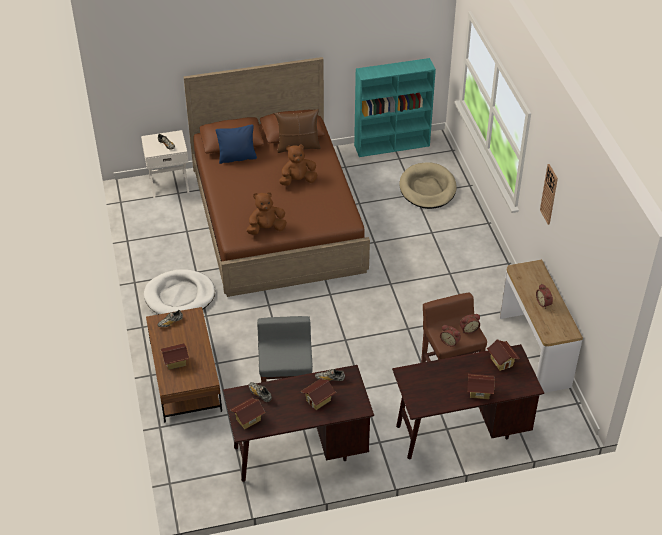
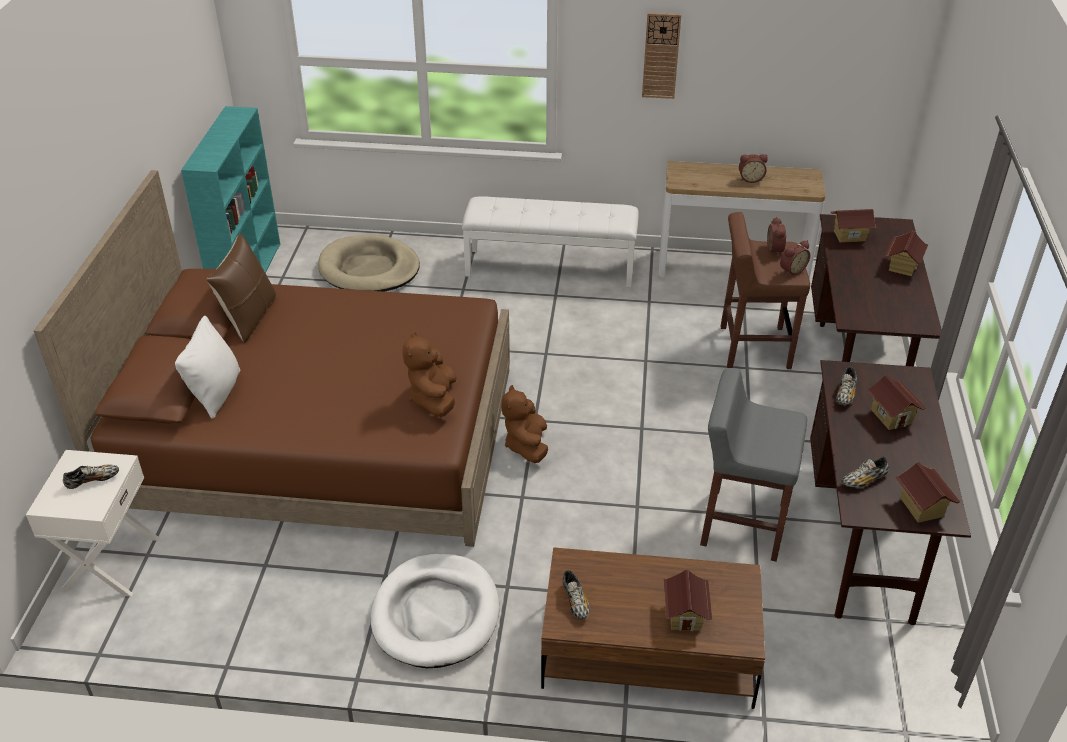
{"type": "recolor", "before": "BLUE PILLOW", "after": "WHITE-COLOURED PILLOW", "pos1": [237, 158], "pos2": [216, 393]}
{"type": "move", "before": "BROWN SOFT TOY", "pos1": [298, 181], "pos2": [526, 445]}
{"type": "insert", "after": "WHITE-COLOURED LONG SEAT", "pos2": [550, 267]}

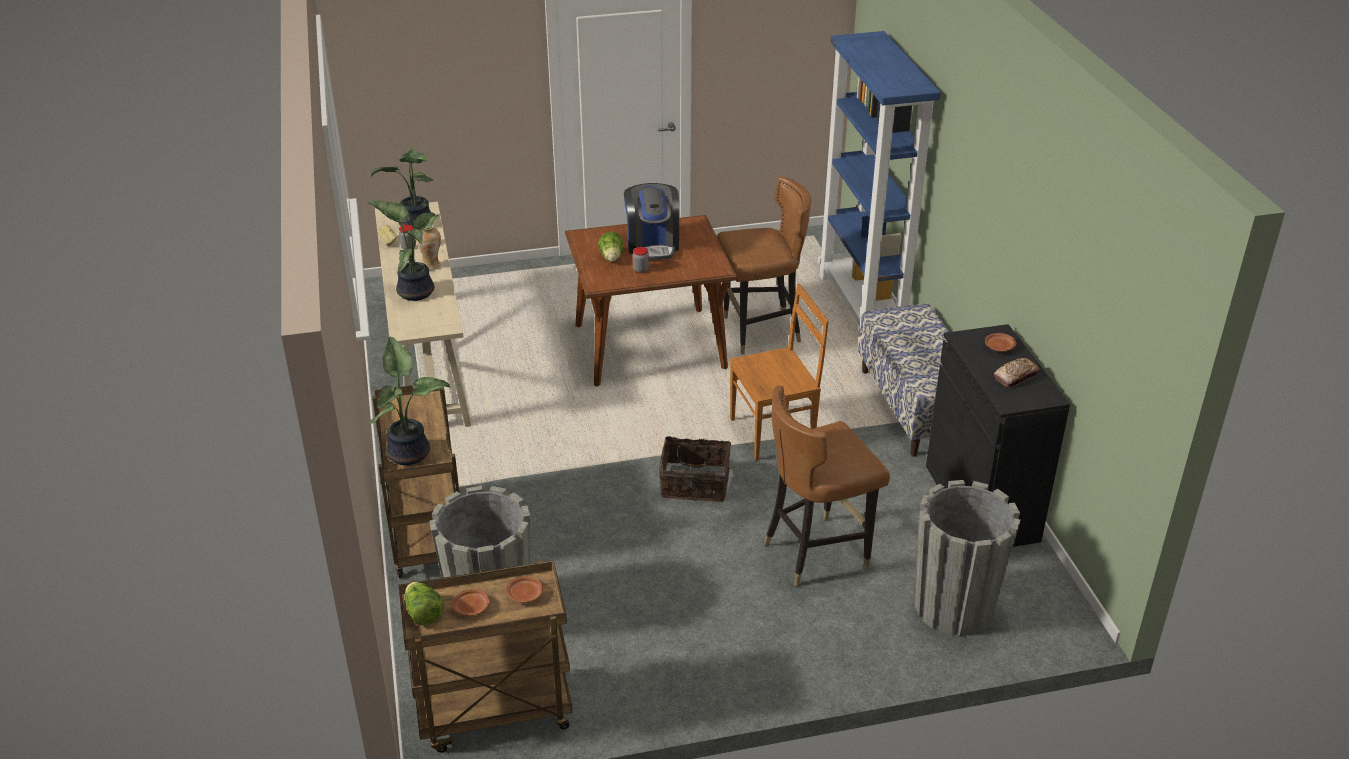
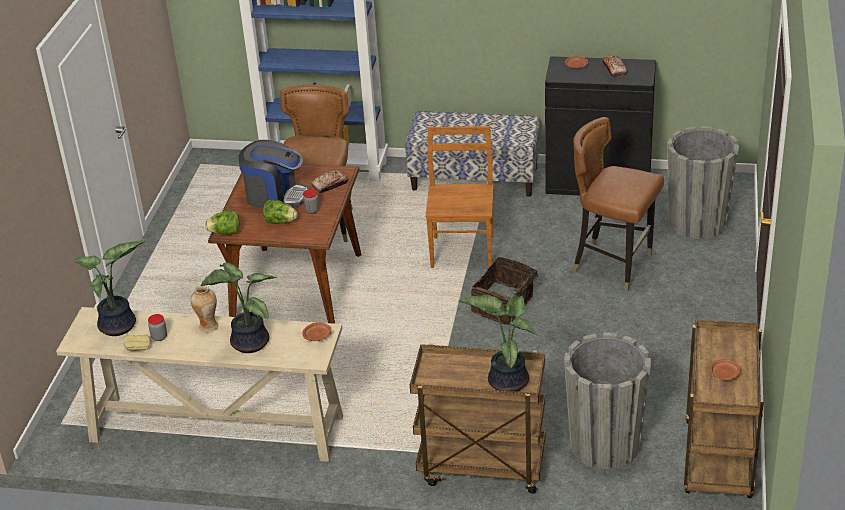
{"type": "rotate", "before": "BROWN UPRIGHT CHAIR", "pos1": [816, 552], "pos2": [613, 266], "turn": 120}
{"type": "move", "before": "BROWN DINNER PLATE", "pos1": [525, 595], "pos2": [317, 336]}
{"type": "move", "before": "LETTUCE", "pos1": [423, 614], "pos2": [225, 233]}
{"type": "insert", "after": "BAKED BREAD", "pos2": [330, 185]}

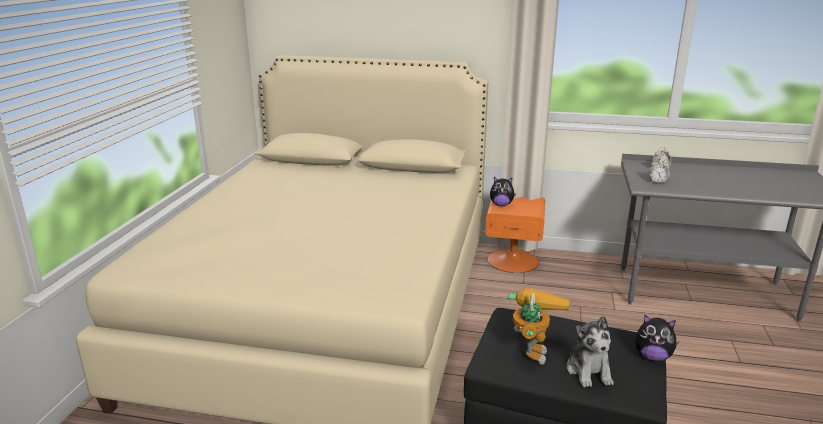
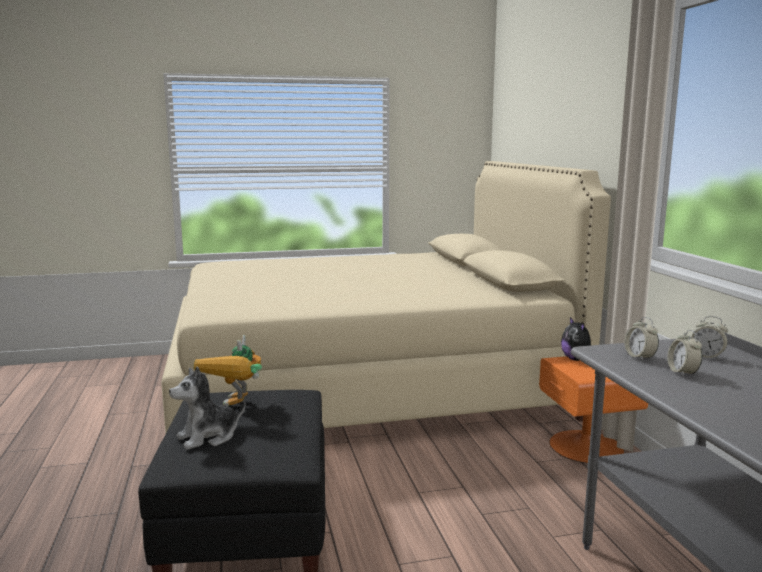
{"type": "rotate", "before": "ROBOT FIGURE", "pos1": [531, 348], "pos2": [237, 408], "turn": 105}
{"type": "delete", "before": "SOFT TOY", "pos1": [652, 356]}
{"type": "insert", "after": "ALARM CLOCK", "pos2": [682, 373]}

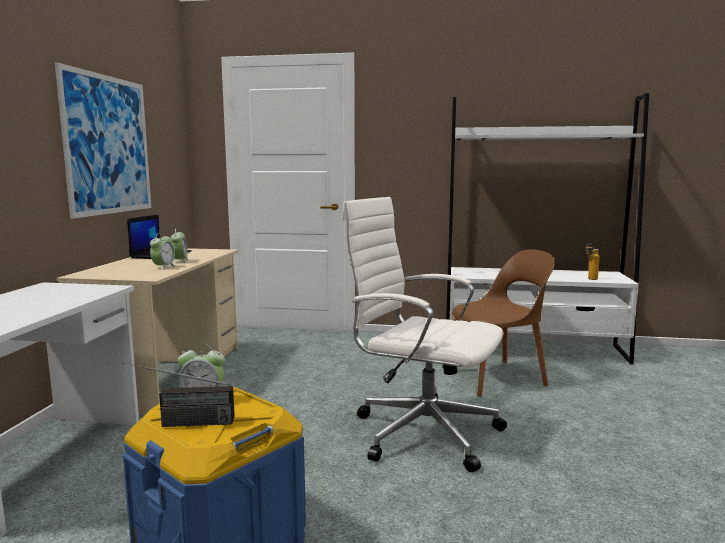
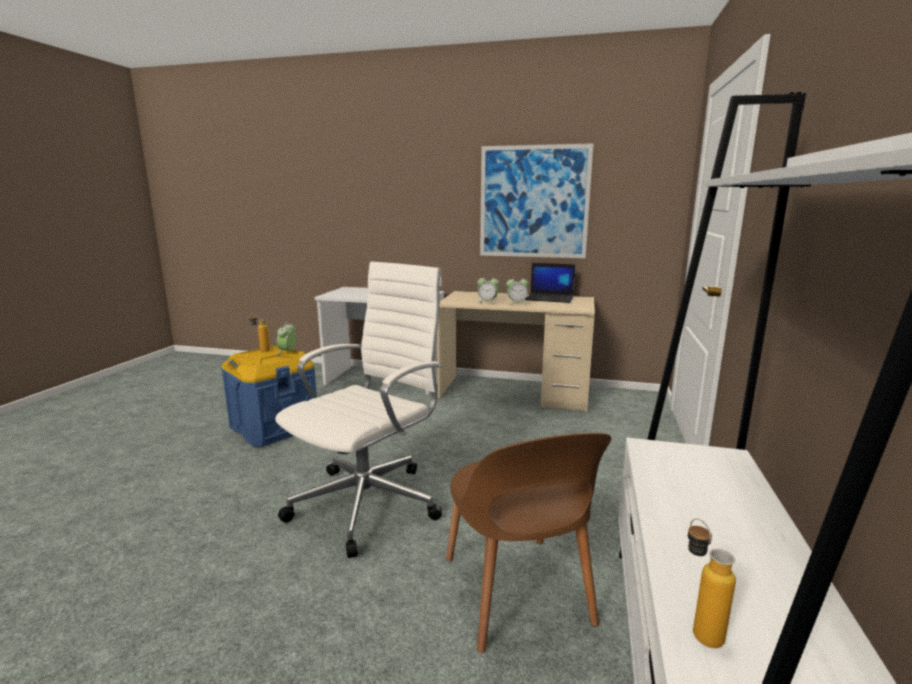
{"type": "replace", "before": "RADIO", "after": "BOTTLE", "pos1": [179, 423], "pos2": [261, 350]}

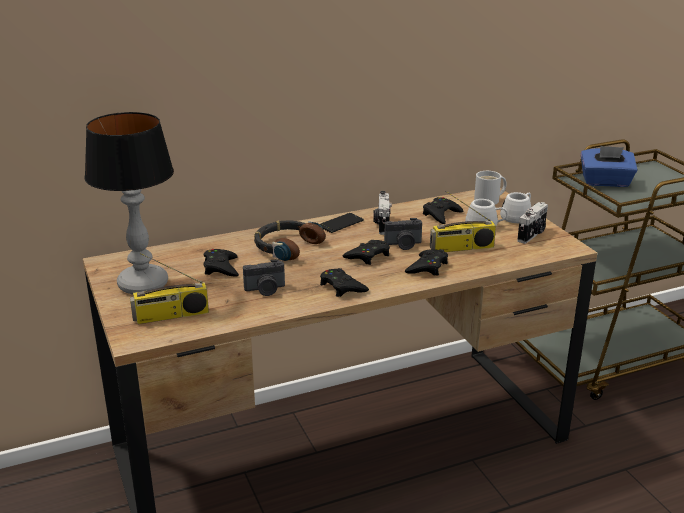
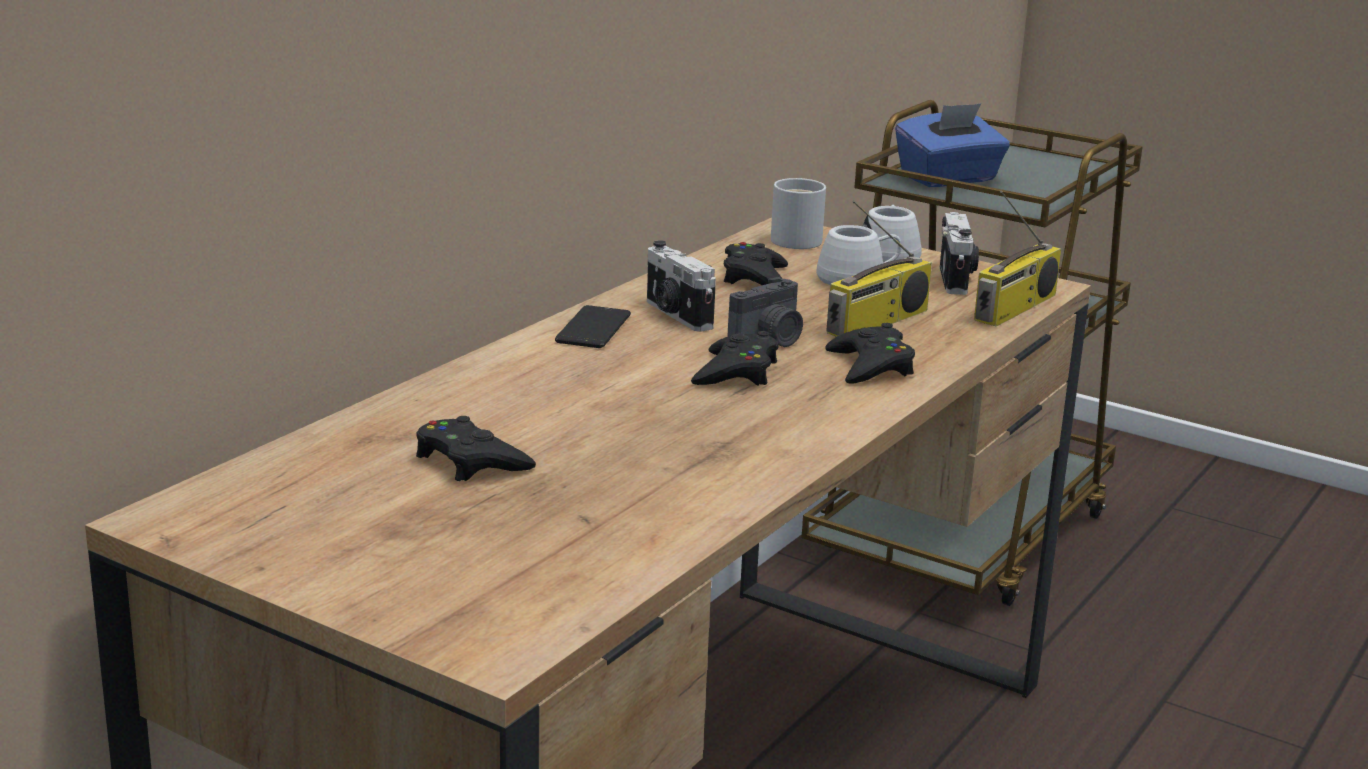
{"type": "delete", "before": "TABLETOP LAMP", "pos1": [144, 285]}
{"type": "delete", "before": "HEADPHONES", "pos1": [287, 246]}
{"type": "move", "before": "RADIO", "pos1": [171, 316], "pos2": [1015, 309]}
{"type": "delete", "before": "STILL CAMERA", "pos1": [265, 290]}
{"type": "delete", "before": "BLACK GAME CONTROLLER", "pos1": [342, 287]}

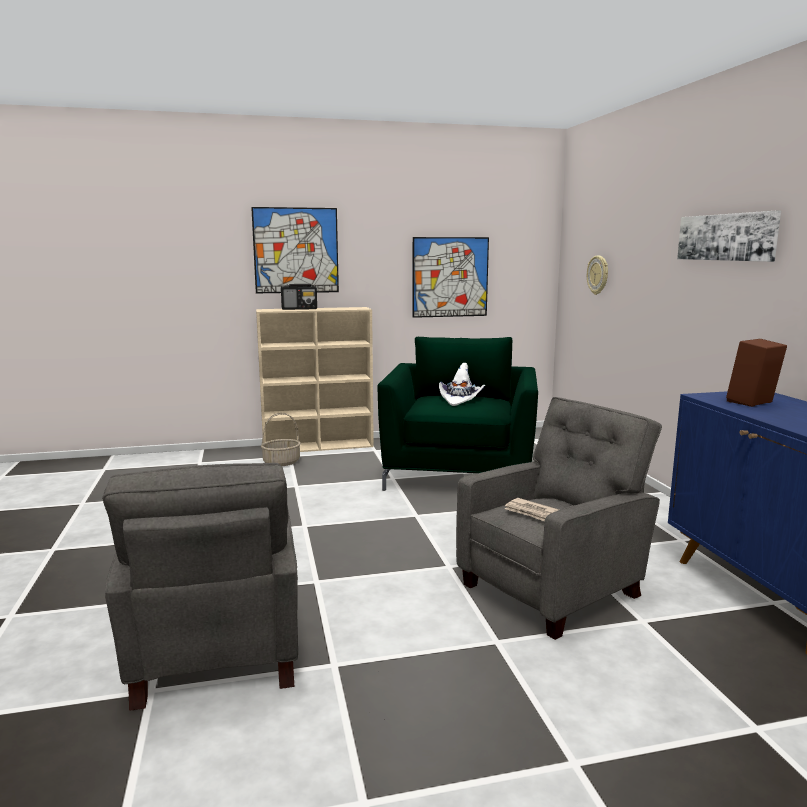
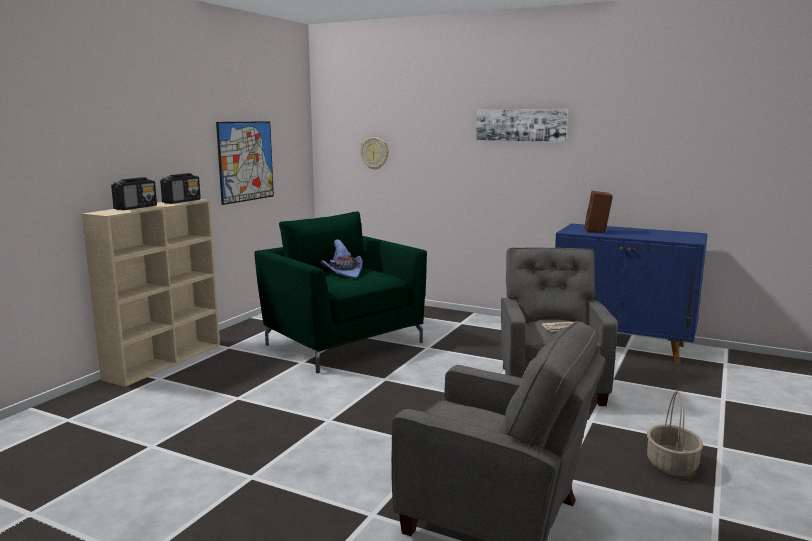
{"type": "delete", "before": "WALL PICTURE", "pos1": [296, 250]}
{"type": "recolor", "before": "WHITE-COLOURED WEARABLE HAT", "after": "PURPLE WEARABLE HAT", "pos1": [460, 399], "pos2": [343, 273]}
{"type": "move", "before": "HOUSEHOLD BASKET", "pos1": [282, 462], "pos2": [671, 464]}
{"type": "insert", "after": "RADIO", "pos2": [182, 201]}

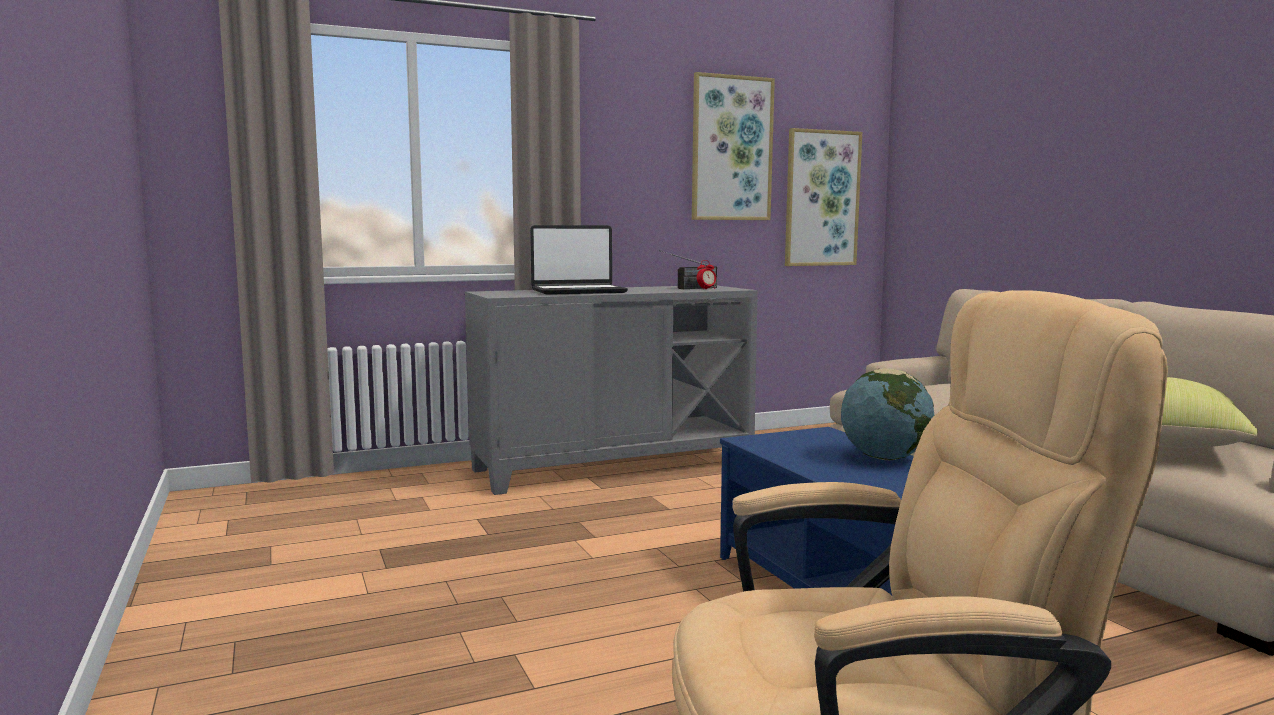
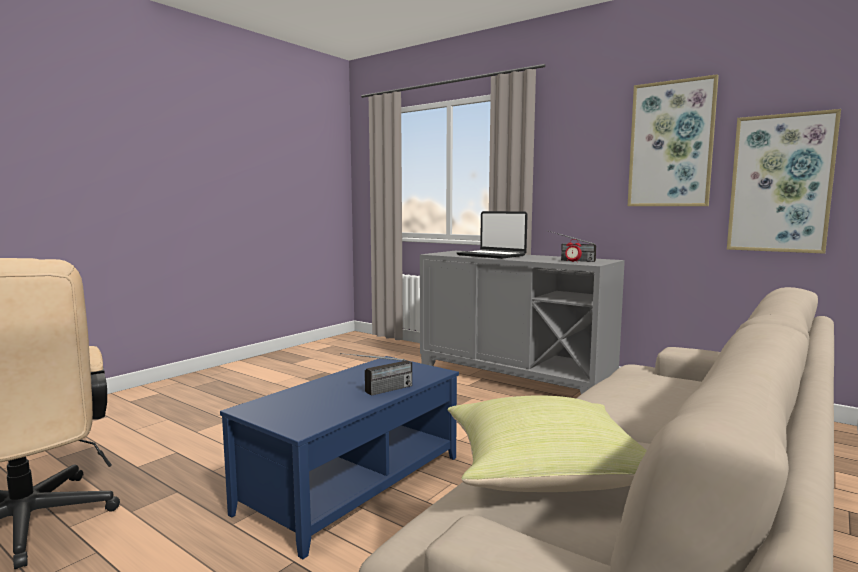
{"type": "replace", "before": "GLOBE", "after": "RADIO", "pos1": [884, 457], "pos2": [378, 392]}

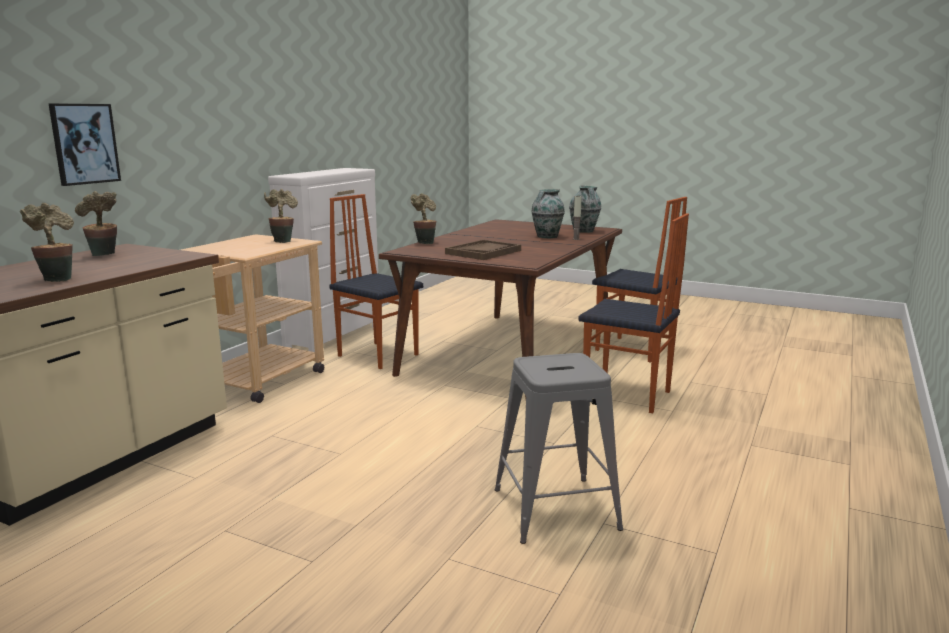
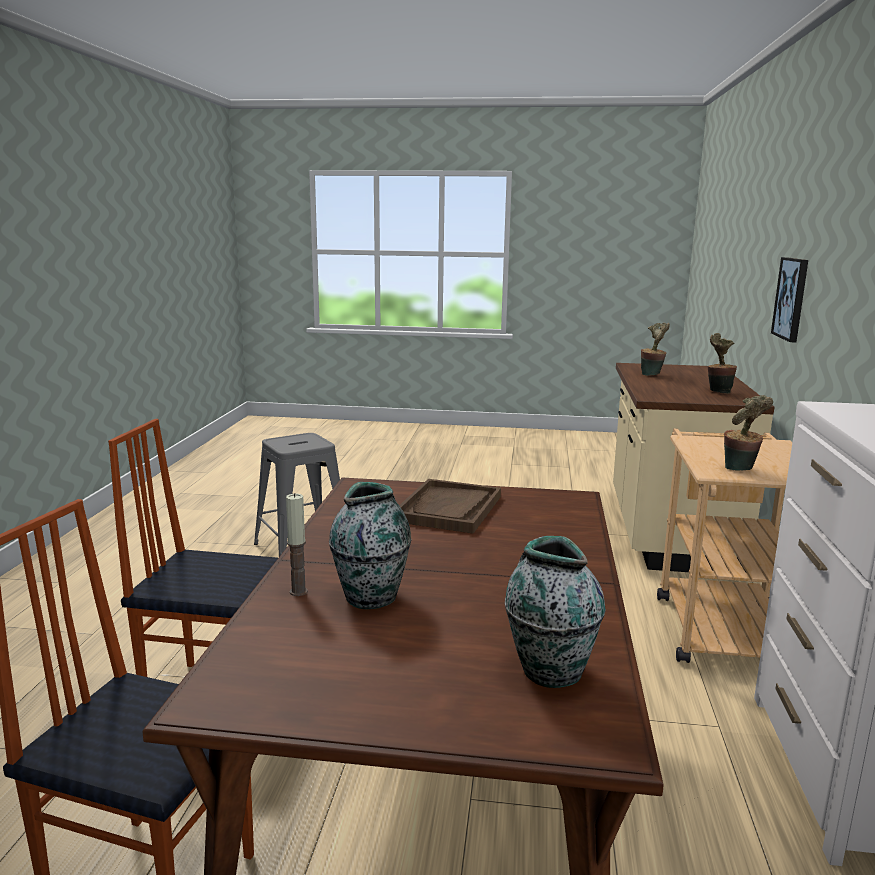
{"type": "move", "before": "DECORATIVE VASE", "pos1": [584, 231], "pos2": [549, 670]}
{"type": "delete", "before": "HOUSEPLANT", "pos1": [424, 243]}
{"type": "delete", "before": "UPRIGHT CHAIR", "pos1": [378, 355]}

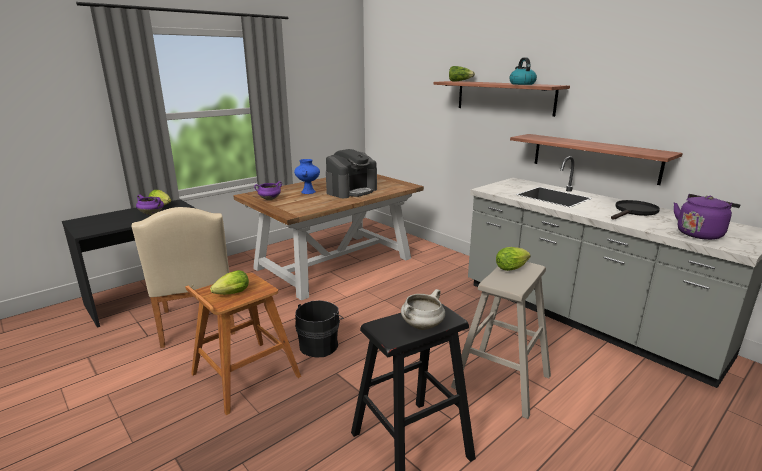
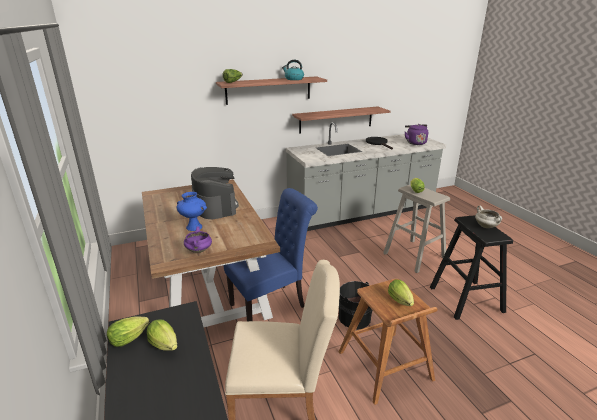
{"type": "replace", "before": "PURPLE STOCKPOT", "after": "LETTUCE", "pos1": [152, 214], "pos2": [165, 346]}
{"type": "insert", "after": "BLUE UPRIGHT CHAIR", "pos2": [272, 304]}

